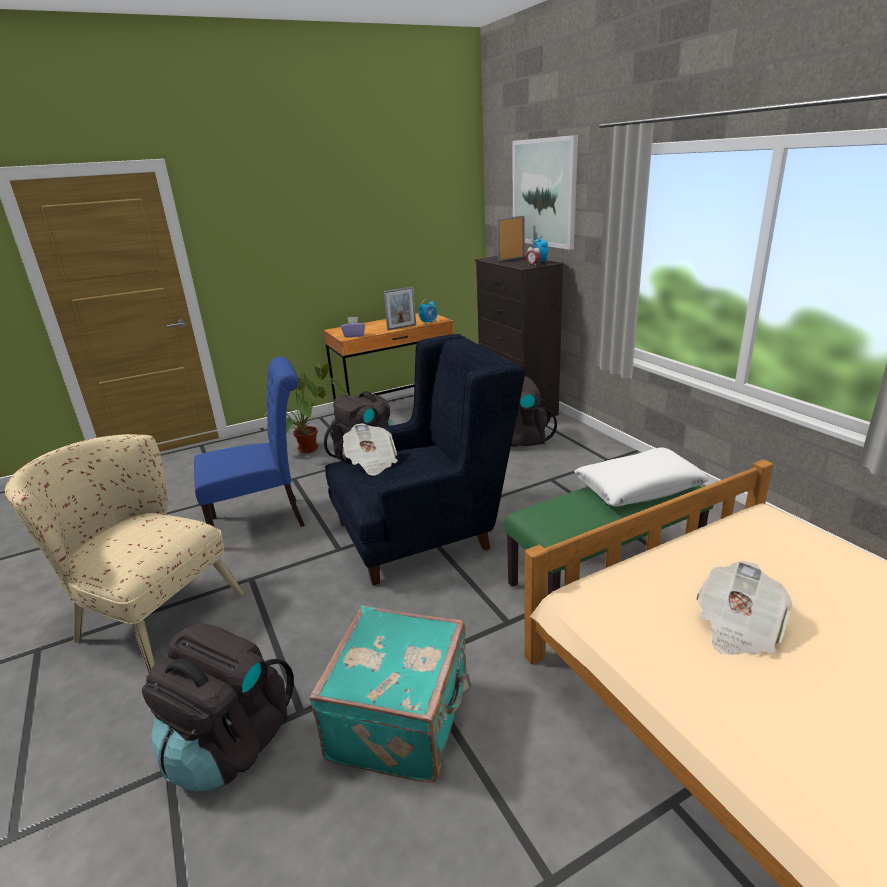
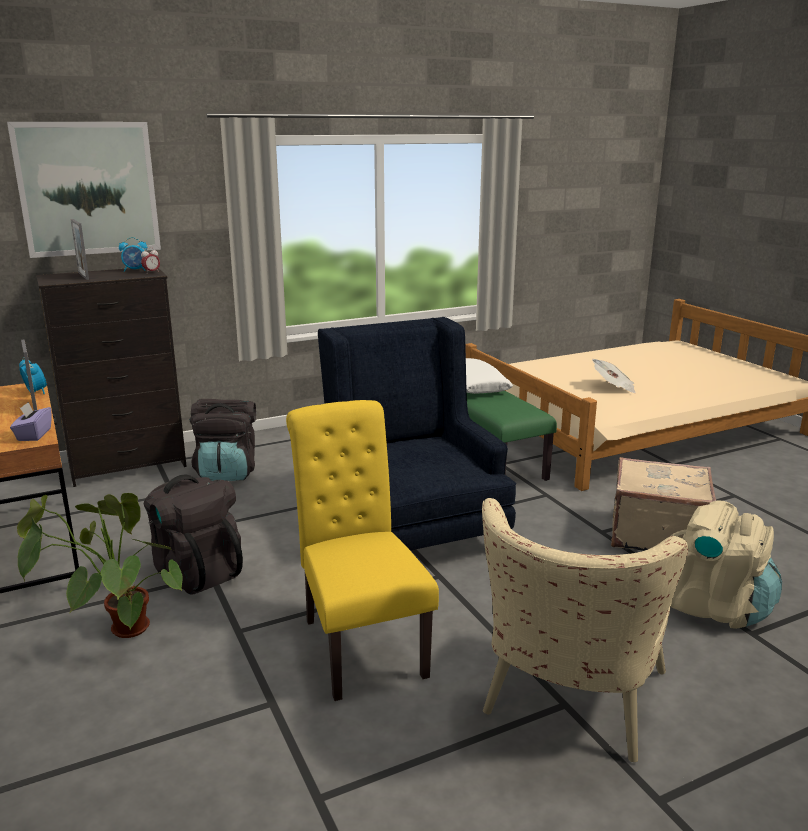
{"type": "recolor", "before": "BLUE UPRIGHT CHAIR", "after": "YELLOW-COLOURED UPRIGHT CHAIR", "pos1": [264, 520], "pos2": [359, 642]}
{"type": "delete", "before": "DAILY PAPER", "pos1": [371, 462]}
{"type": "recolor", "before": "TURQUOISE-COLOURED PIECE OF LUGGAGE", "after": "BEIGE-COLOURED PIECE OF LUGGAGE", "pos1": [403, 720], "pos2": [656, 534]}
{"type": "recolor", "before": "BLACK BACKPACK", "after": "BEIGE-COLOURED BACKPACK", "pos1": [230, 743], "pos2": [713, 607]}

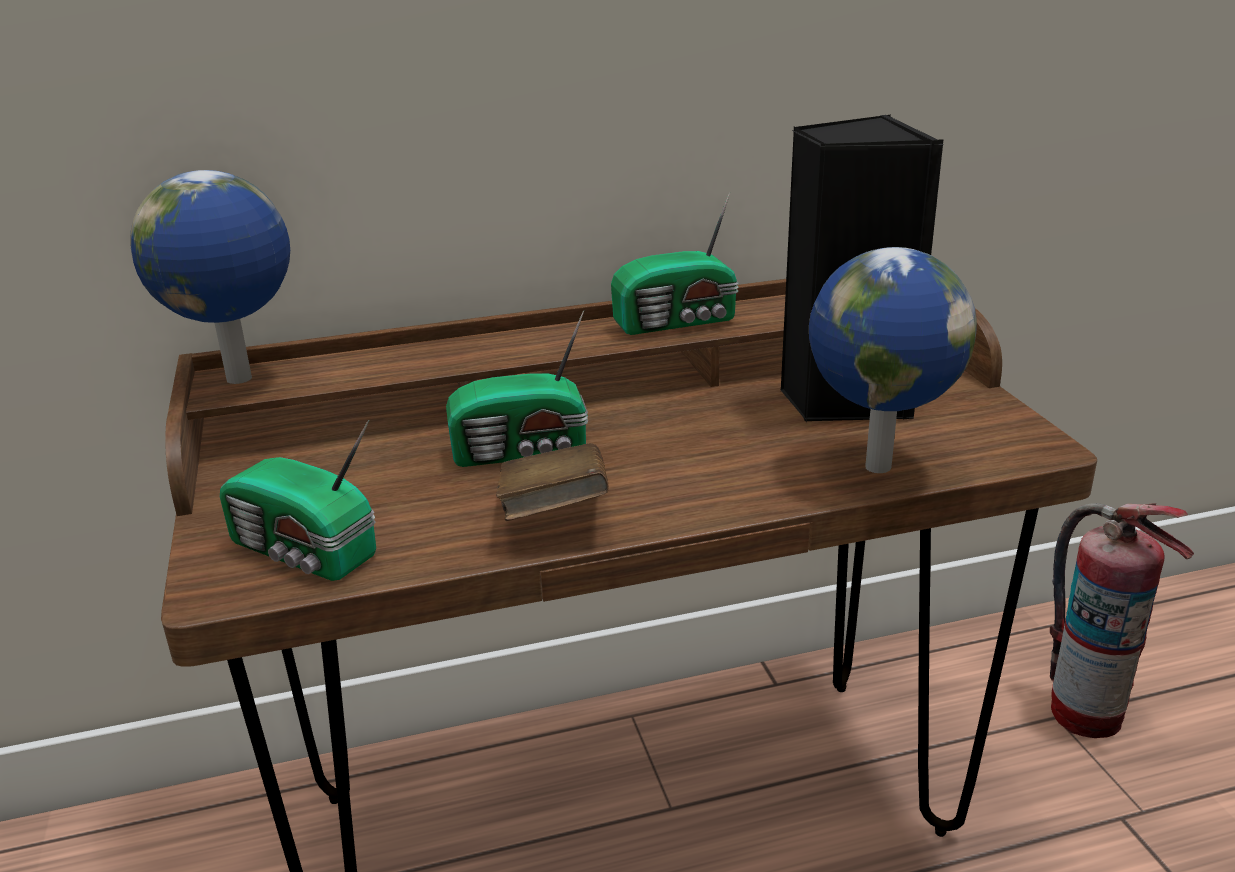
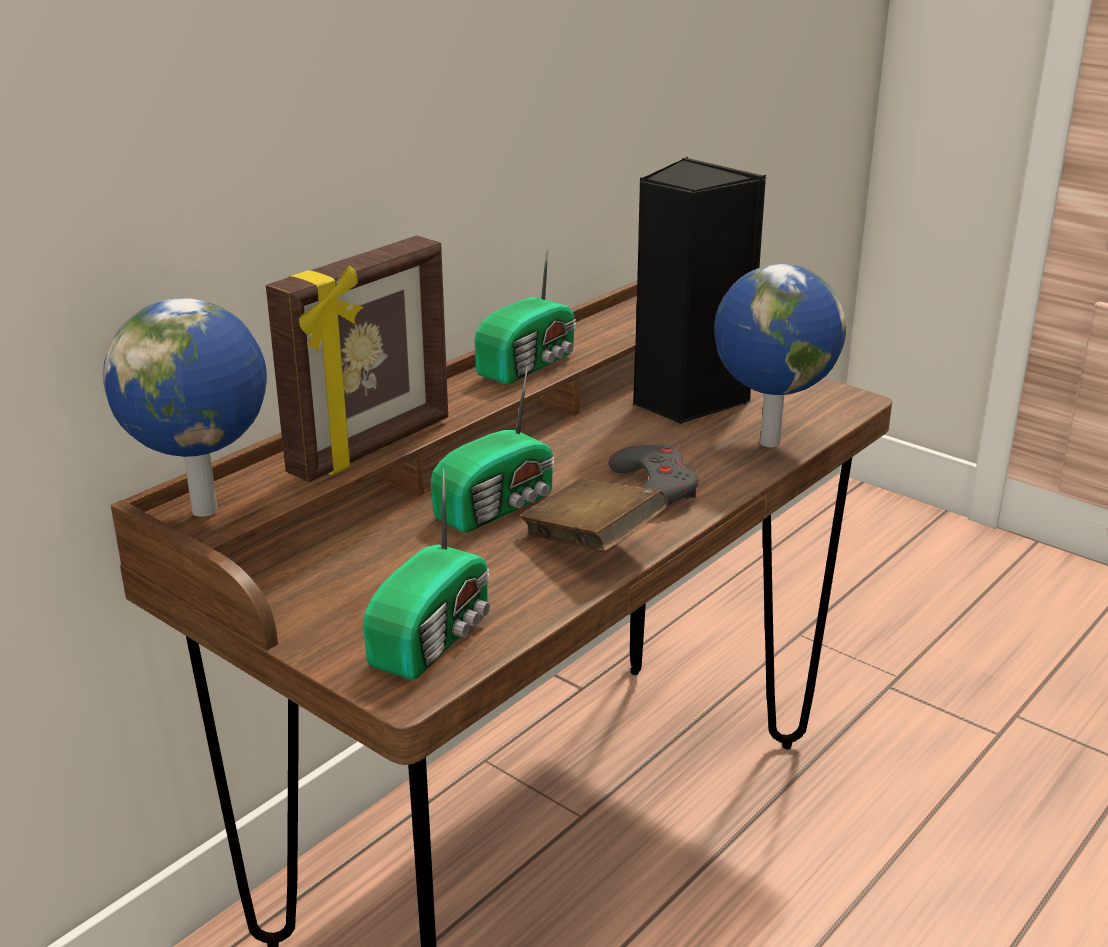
{"type": "rotate", "before": "RADIO", "pos1": [304, 553], "pos2": [435, 636], "turn": -60}
{"type": "delete", "before": "FIRE-FIGHTING CYLINDER", "pos1": [1085, 712]}
{"type": "insert", "after": "STANDING FRAME", "pos2": [373, 447]}
{"type": "insert", "after": "GREYISH GAME CONTROLLER", "pos2": [654, 488]}

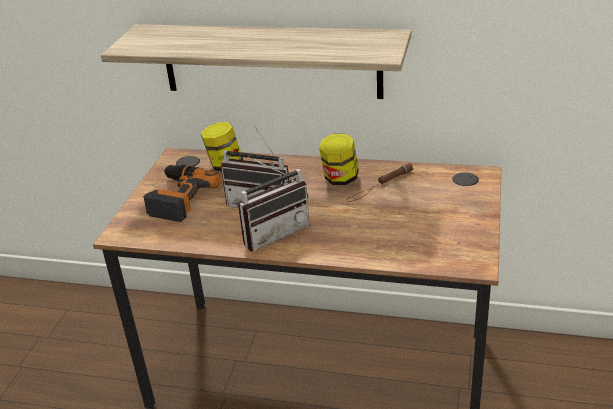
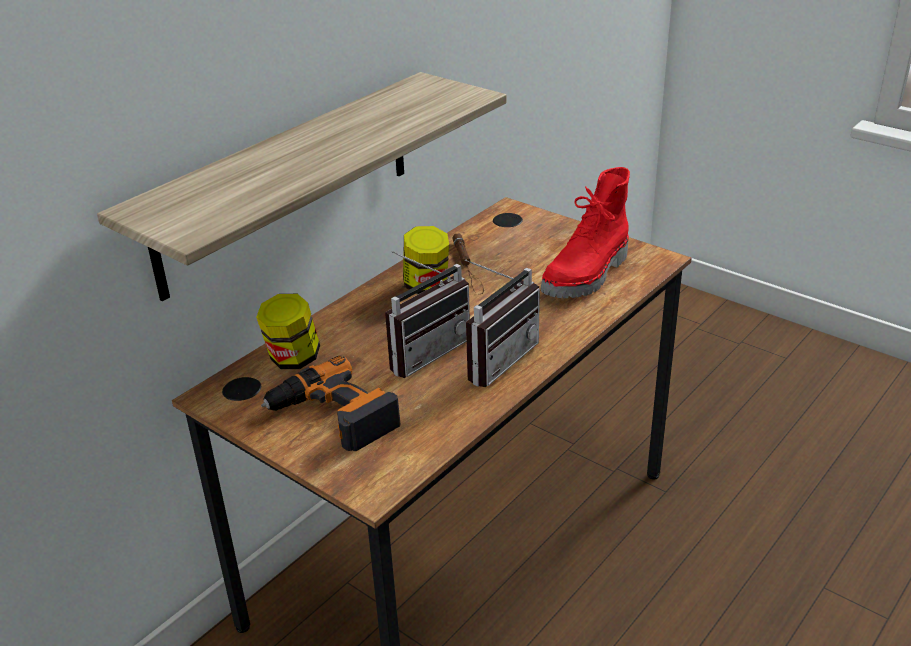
{"type": "rotate", "before": "RADIO", "pos1": [273, 232], "pos2": [495, 358], "turn": 45}
{"type": "insert", "after": "RED TALL BOOT", "pos2": [587, 276]}

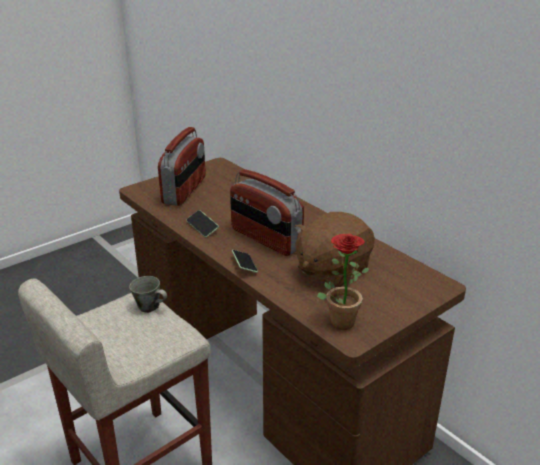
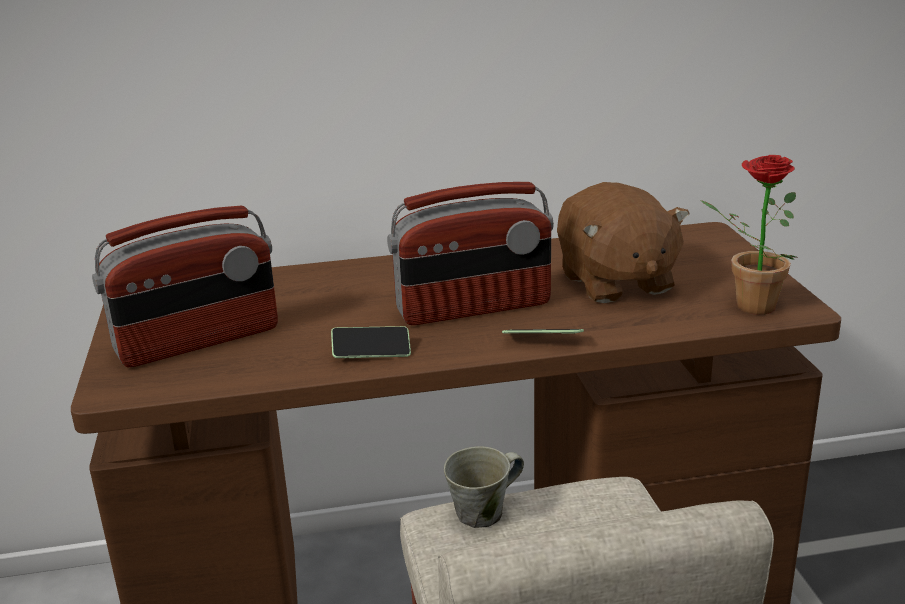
{"type": "rotate", "before": "RADIO", "pos1": [185, 190], "pos2": [198, 341], "turn": 105}

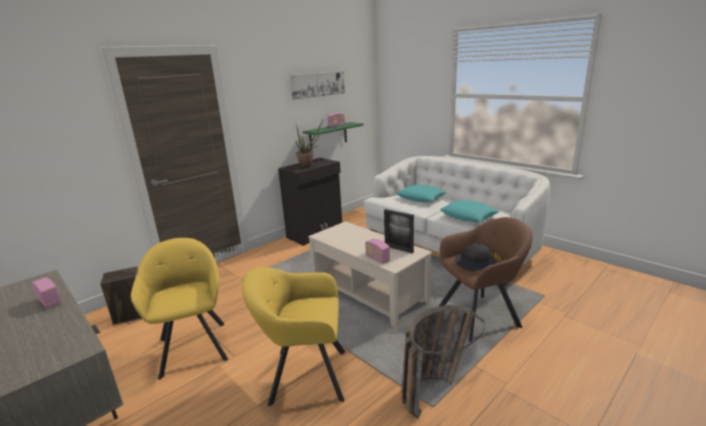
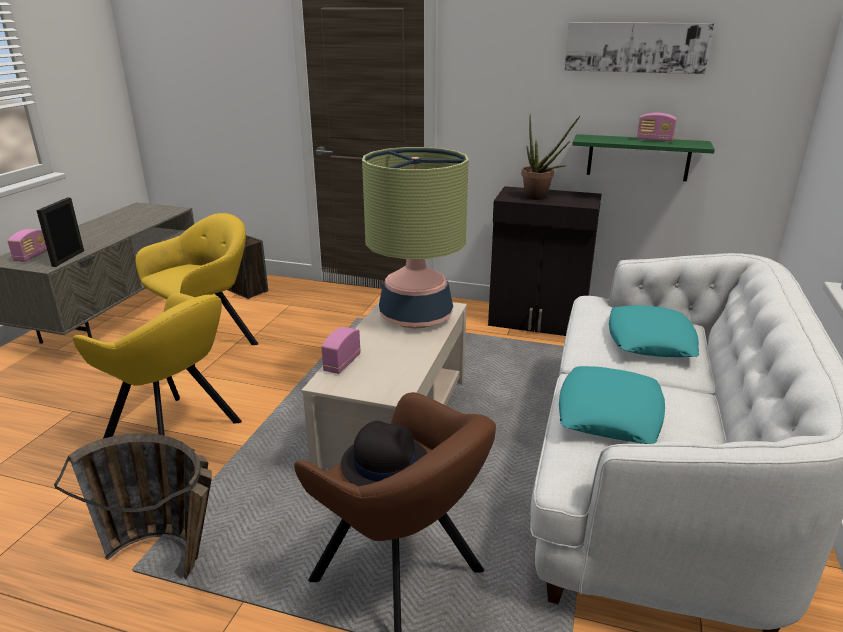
{"type": "move", "before": "STANDING FRAME", "pos1": [398, 249], "pos2": [68, 258]}
{"type": "rotate", "before": "YELLOW-COLOURED EASY CHAIR", "pos1": [304, 375], "pos2": [177, 434], "turn": 150}
{"type": "move", "before": "RADIO", "pos1": [49, 302], "pos2": [32, 256]}
{"type": "insert", "after": "TABLETOP LAMP", "pos2": [415, 317]}

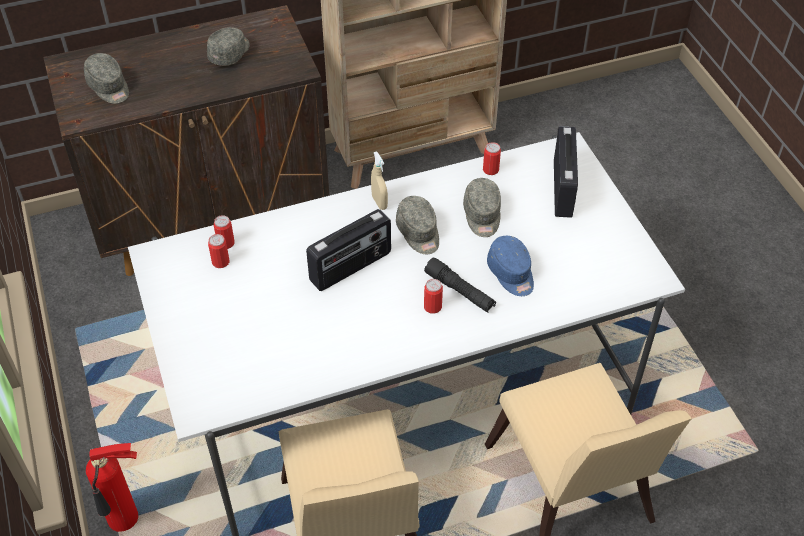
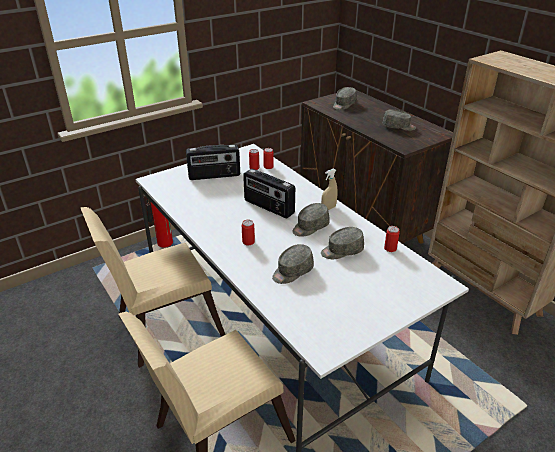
{"type": "move", "before": "RADIO", "pos1": [563, 189], "pos2": [214, 176]}
{"type": "recolor", "before": "BLUE BASEBALL CAP", "after": "GREYISH BASEBALL CAP", "pos1": [511, 274], "pos2": [292, 271]}
{"type": "delete", "before": "BLACK FLASHLIGHT", "pos1": [460, 291]}

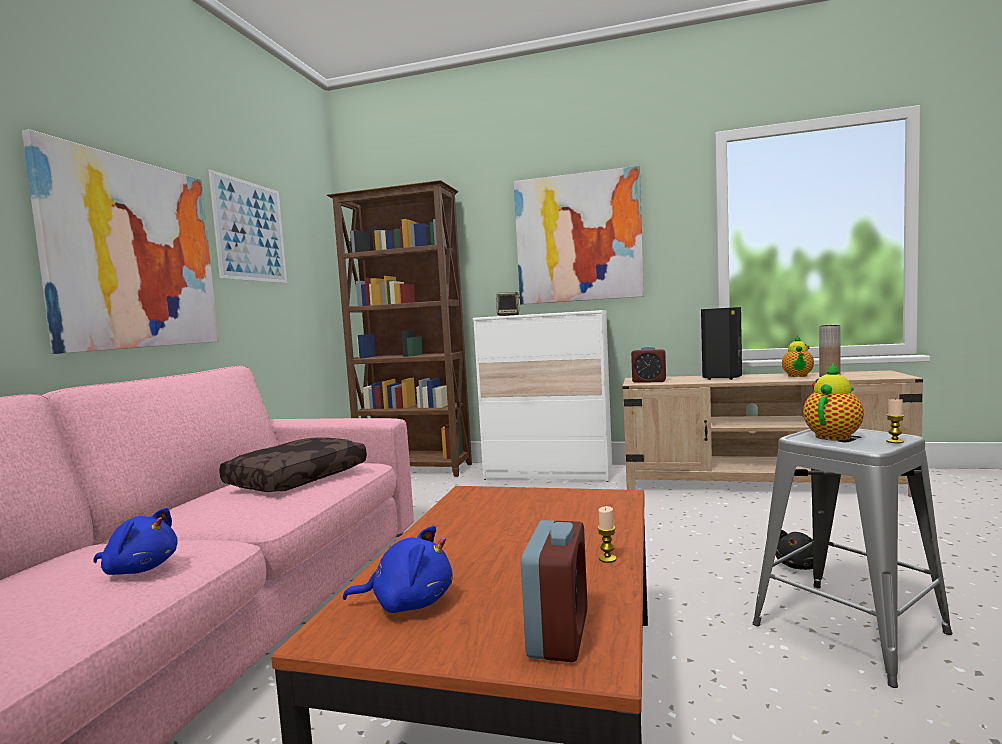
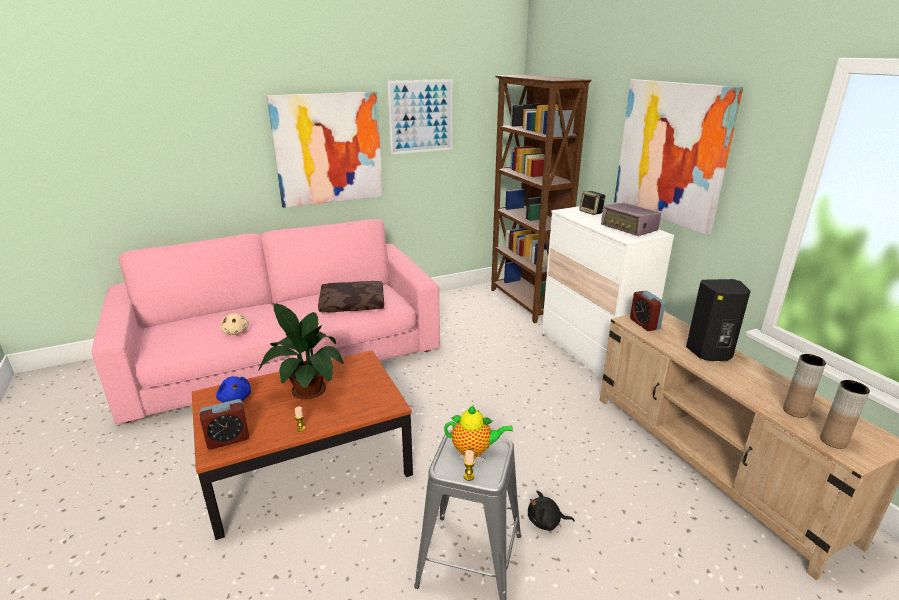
{"type": "delete", "before": "POT FOR TEA", "pos1": [798, 376]}
{"type": "recolor", "before": "BLUE SOFT TOY", "after": "BEIGE-COLOURED SOFT TOY", "pos1": [140, 569], "pos2": [236, 332]}
{"type": "insert", "after": "RADIO", "pos2": [629, 229]}
{"type": "insert", "after": "HOUSEPLANT", "pos2": [307, 388]}
{"type": "insert", "after": "BROWN DECORATIVE VASE", "pos2": [833, 441]}

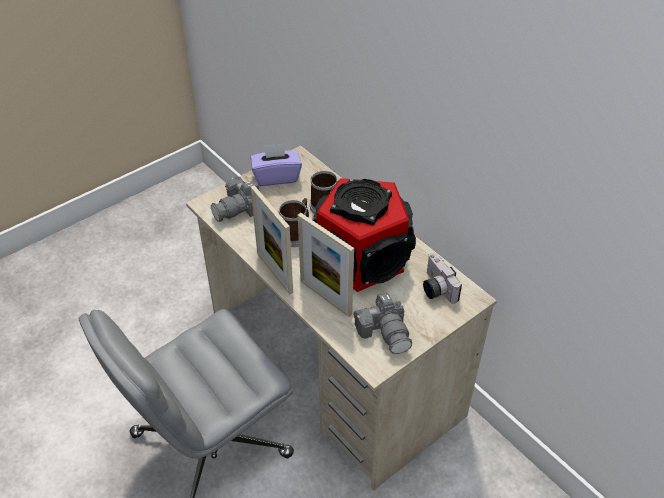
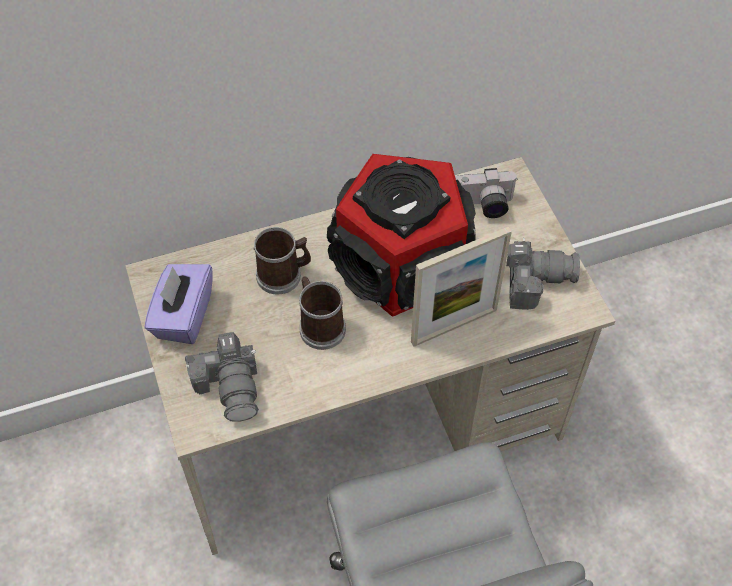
{"type": "delete", "before": "STANDING FRAME", "pos1": [274, 272]}

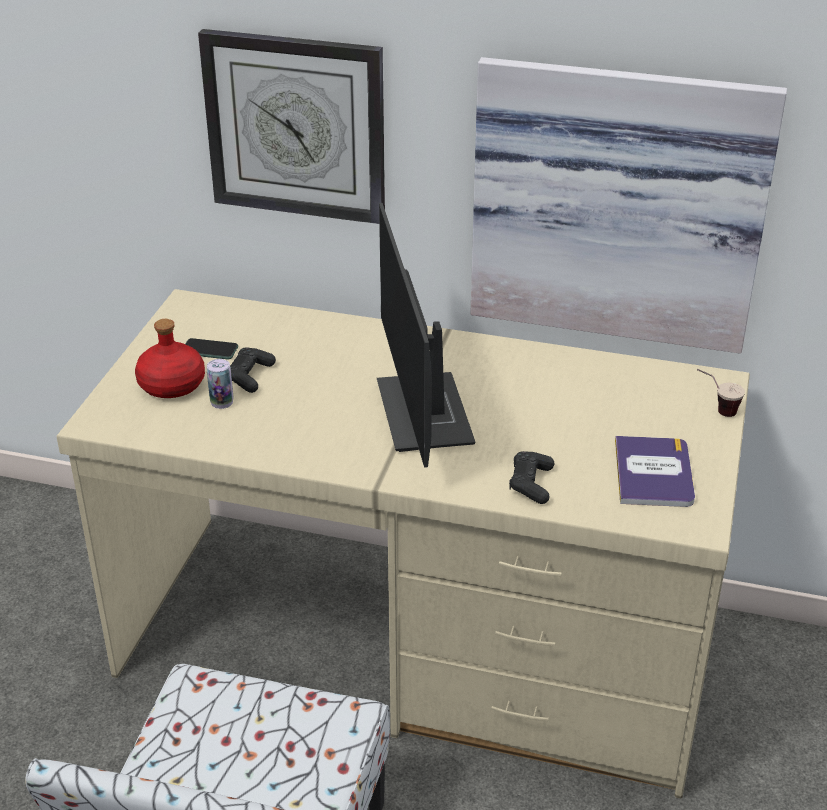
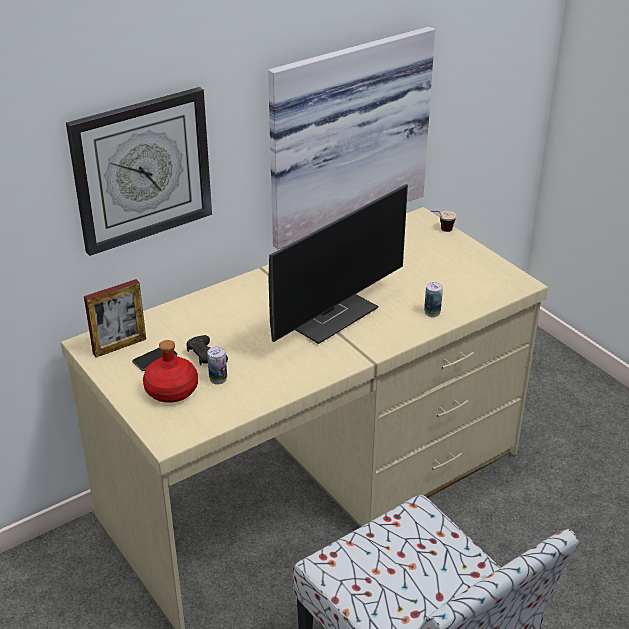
{"type": "rotate", "before": "MONITOR", "pos1": [425, 415], "pos2": [330, 315], "turn": -75}
{"type": "delete", "before": "BOOK", "pos1": [653, 473]}
{"type": "replace", "before": "BLACK GAME CONTROLLER", "after": "CAN", "pos1": [531, 484], "pos2": [432, 312]}
{"type": "insert", "after": "STANDING FRAME", "pos2": [119, 346]}

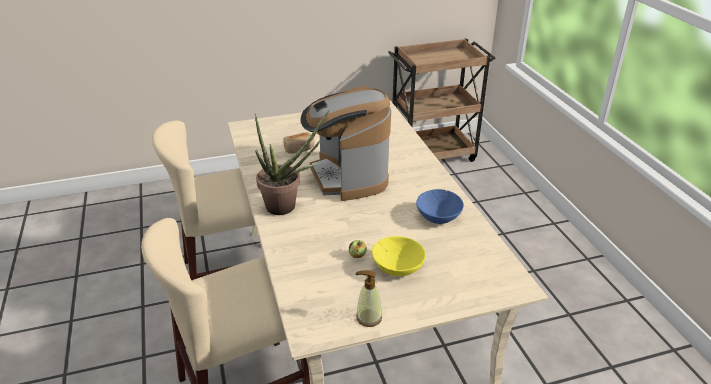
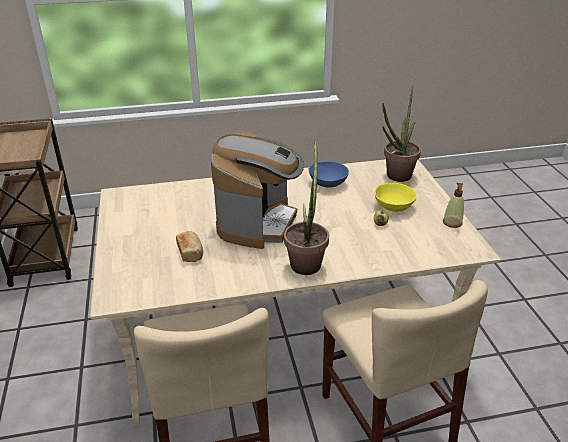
{"type": "rotate", "before": "COFFEE MAKER", "pos1": [348, 177], "pos2": [258, 223], "turn": -60}
{"type": "insert", "after": "HOUSEPLANT", "pos2": [395, 177]}

